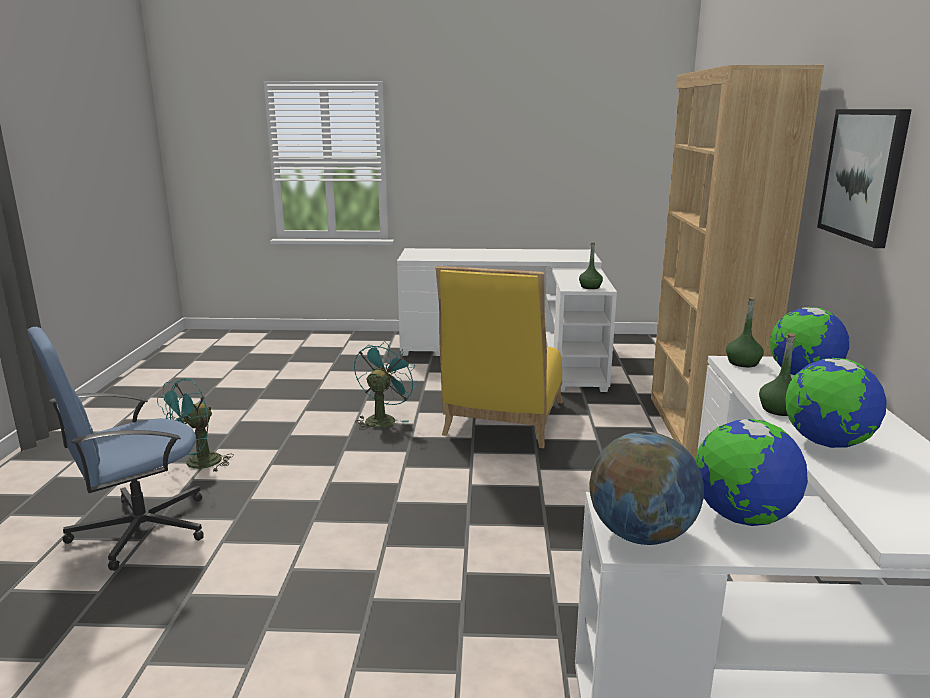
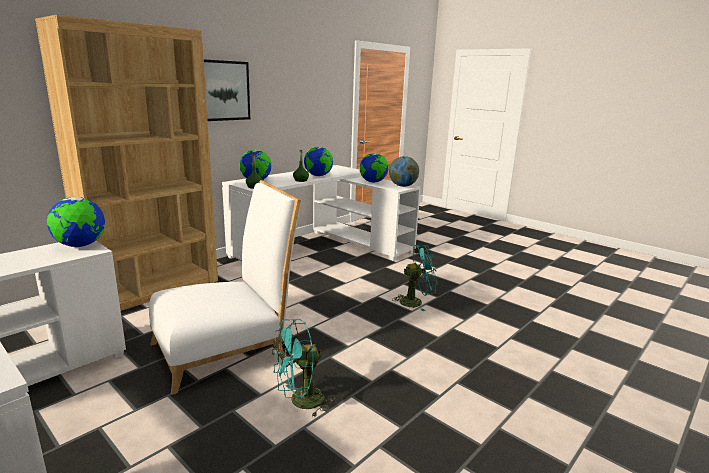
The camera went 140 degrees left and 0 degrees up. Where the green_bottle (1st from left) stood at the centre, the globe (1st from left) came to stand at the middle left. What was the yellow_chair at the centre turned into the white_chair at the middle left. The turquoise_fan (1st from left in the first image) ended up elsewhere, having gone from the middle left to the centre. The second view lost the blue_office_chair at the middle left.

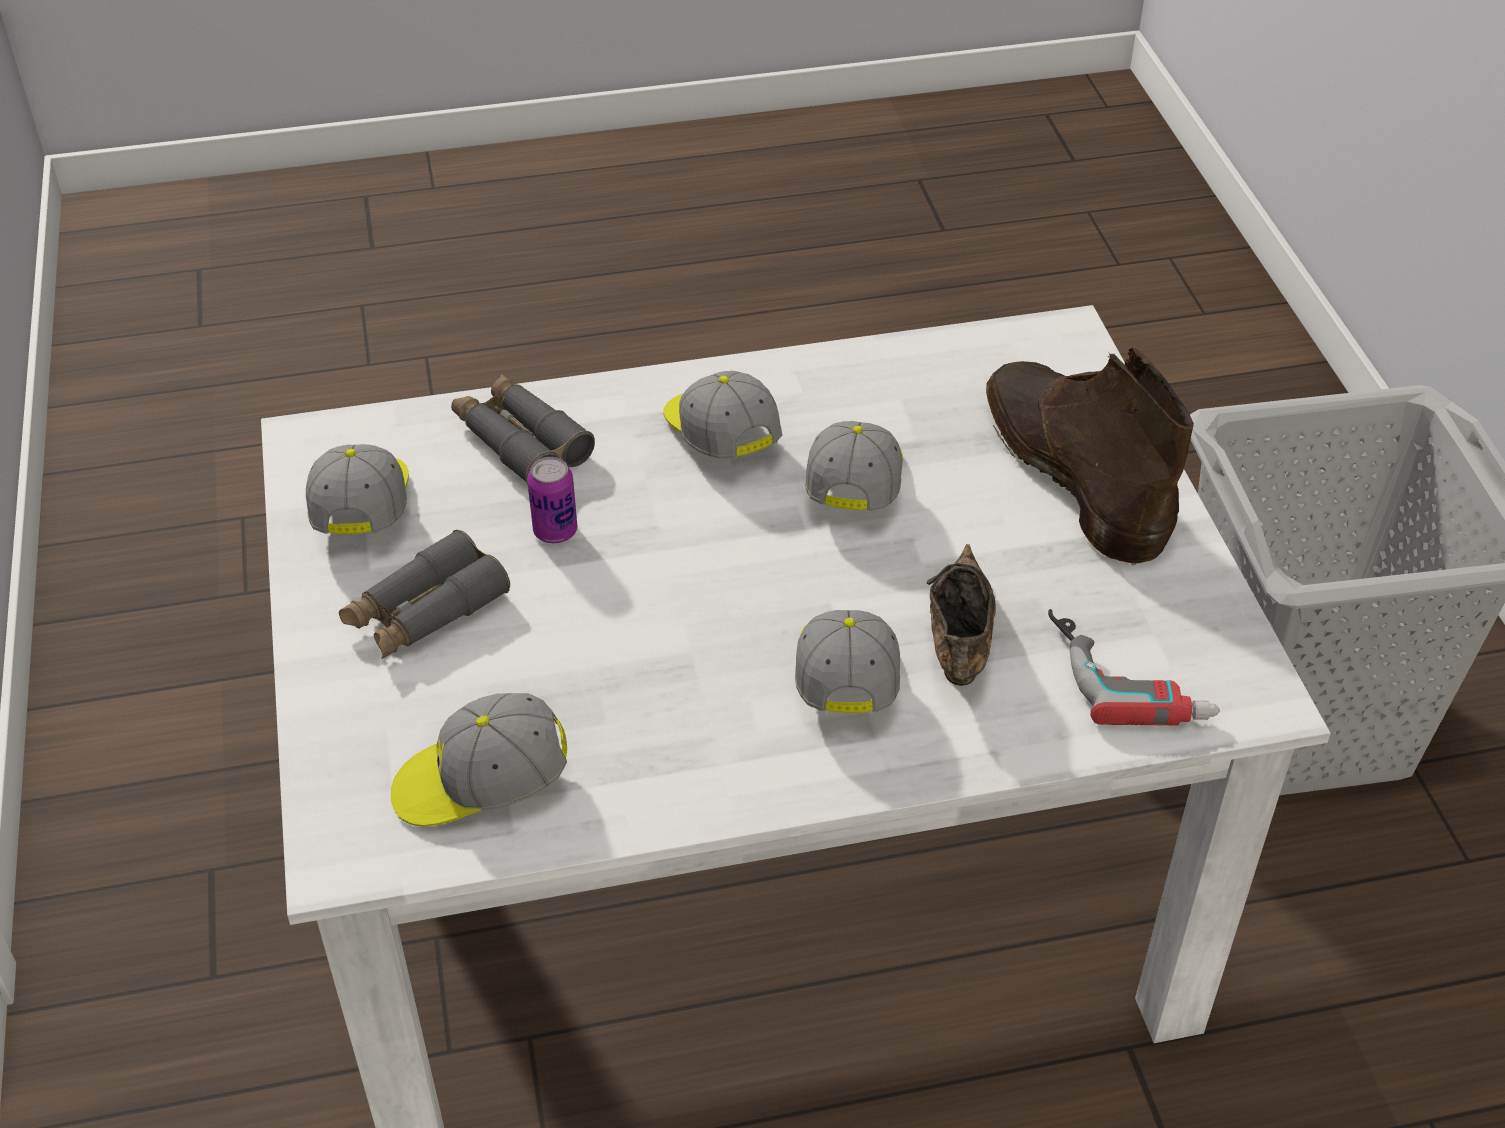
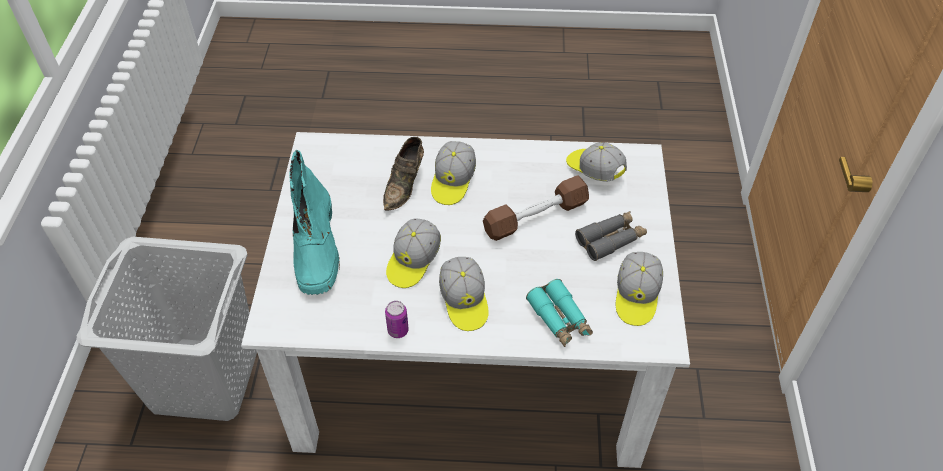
The camera went 165 degrees left and 5 degrees up. What was the brown_boot at the middle right turned into the turquoise_boot at the middle left. The can ended up elsewhere, having gone from the centre to the bottom centre. The second view gained the brown_dumbbell at the centre. What was the grey_binoculars (2nd from left) at the centre turned into the turquoise_binoculars at the centre. The cap (2nd from left in the first image) at the bottom left ended up facing another way, 135 degrees counterclockwise from before. The second view lost the power_drill at the middle right.

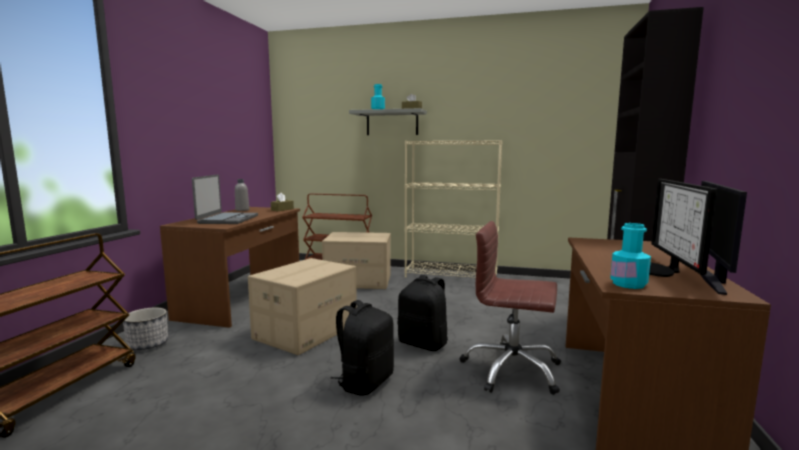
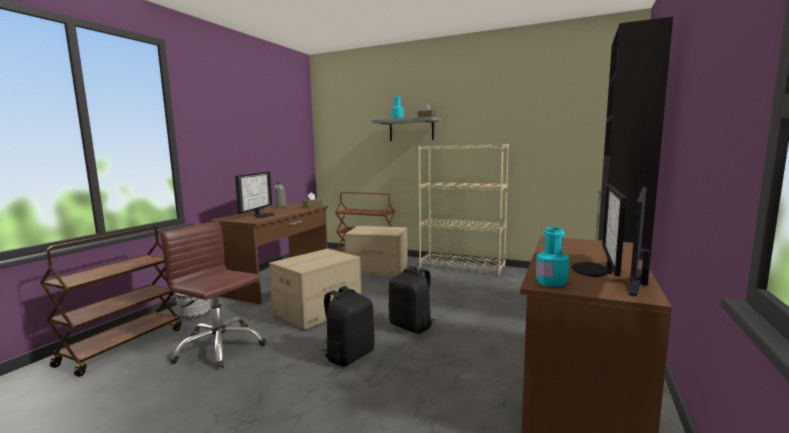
The camera went 10 degrees right and 0 degrees up. The brown_office_chair ended up elsewhere, having gone from the bottom centre to the bottom left. Where the laptop stood at the middle left, the monitor (1st from left) came to stand at the middle left.

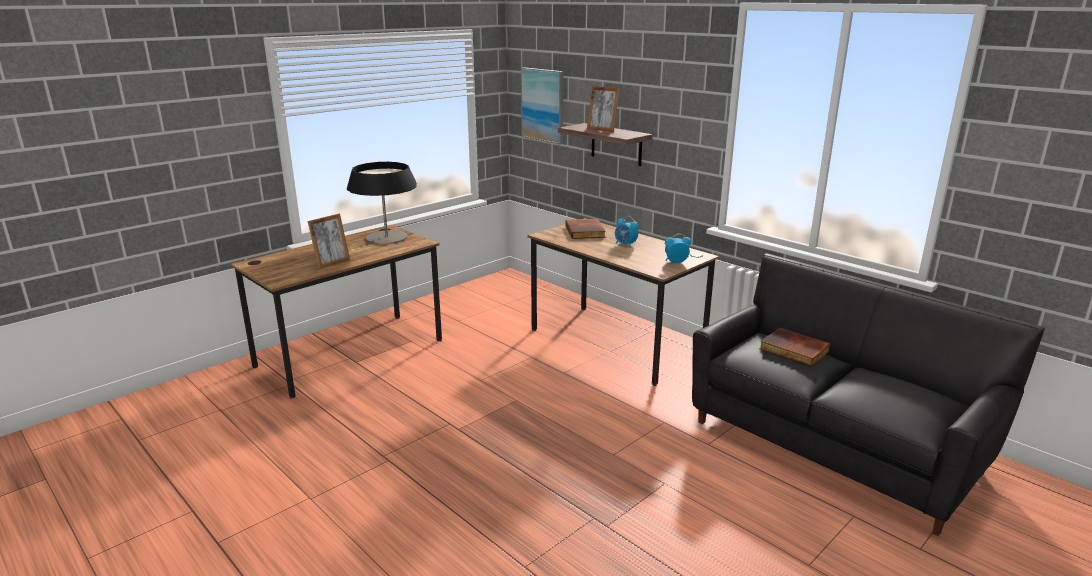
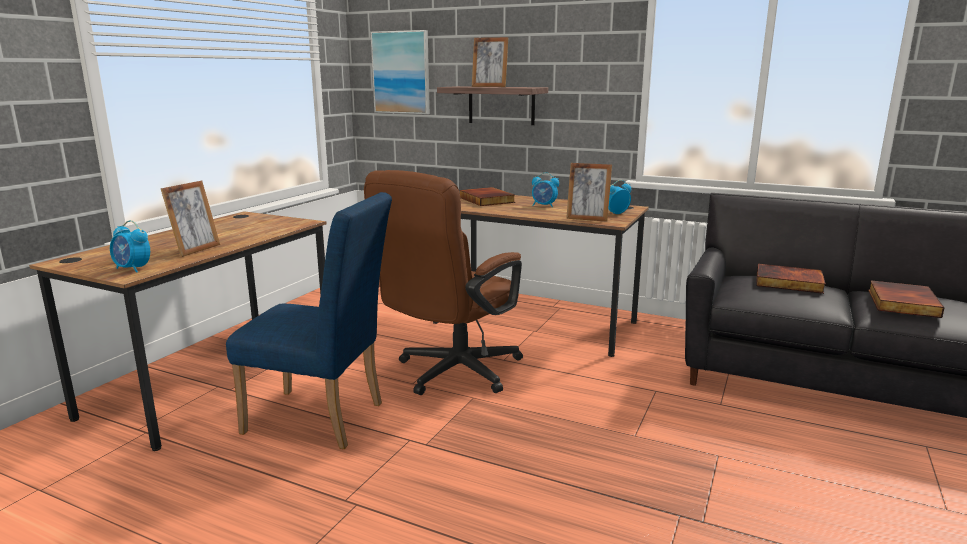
The camera went 20 degrees left and 5 degrees down. The second view gained the alarm_clock (1st from left) at the middle left. The second view gained the blue_chair at the middle left. The second view gained the brown_office_chair at the centre. The second view gained the picture_frame (3rd from left) at the centre. The second view gained the book (3rd from left) at the middle right. The second view lost the table_lamp at the centre.

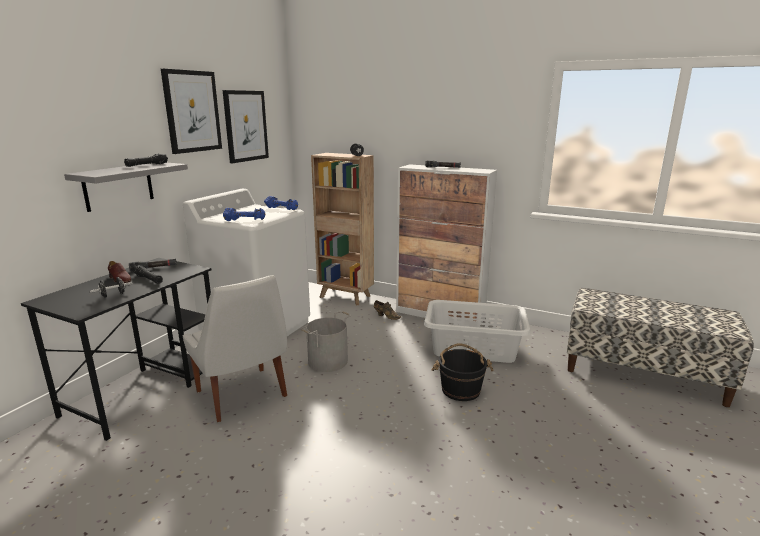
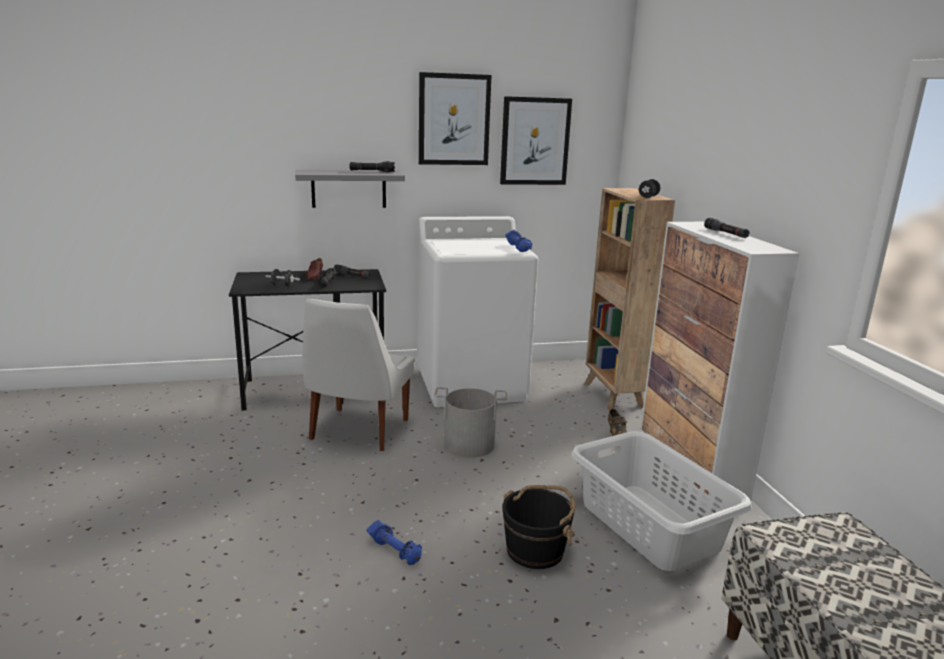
The camera went 50 degrees right and 0 degrees up. The blue_dumbbell (1st from left) ended up elsewhere, having gone from the middle left to the bottom centre.

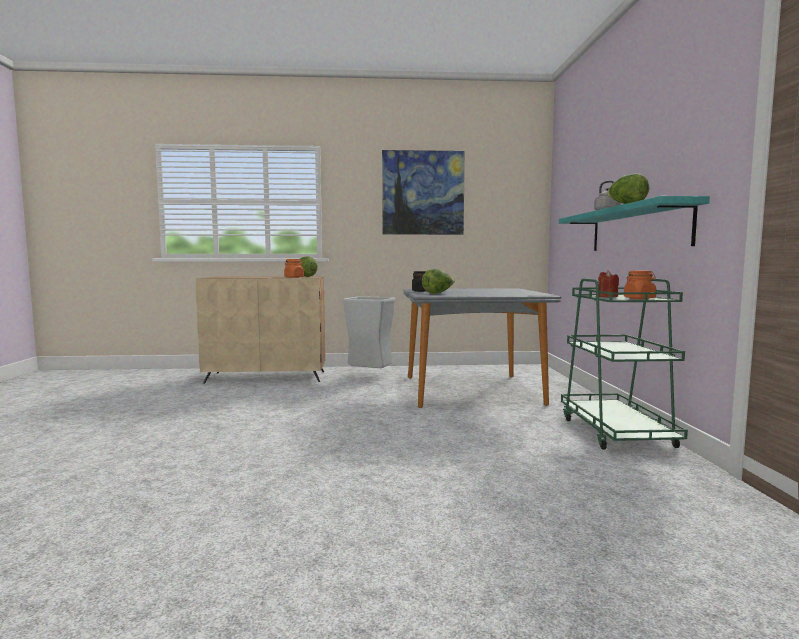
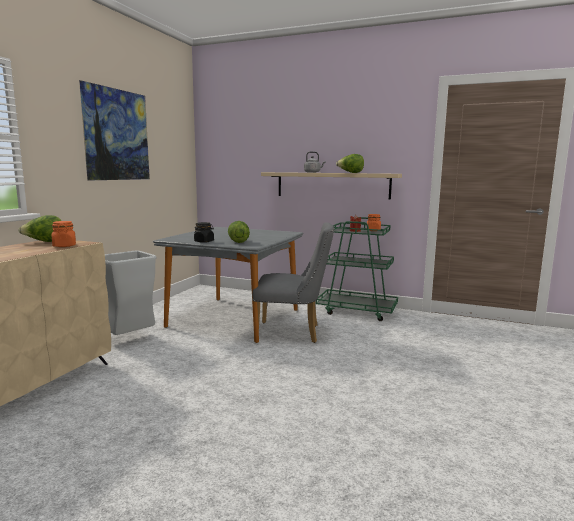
The camera went 65 degrees left and 5 degrees up. The second view gained the grey_chair at the centre. What was the turquoise_shelf at the middle right turned into the beige_shelf at the centre.

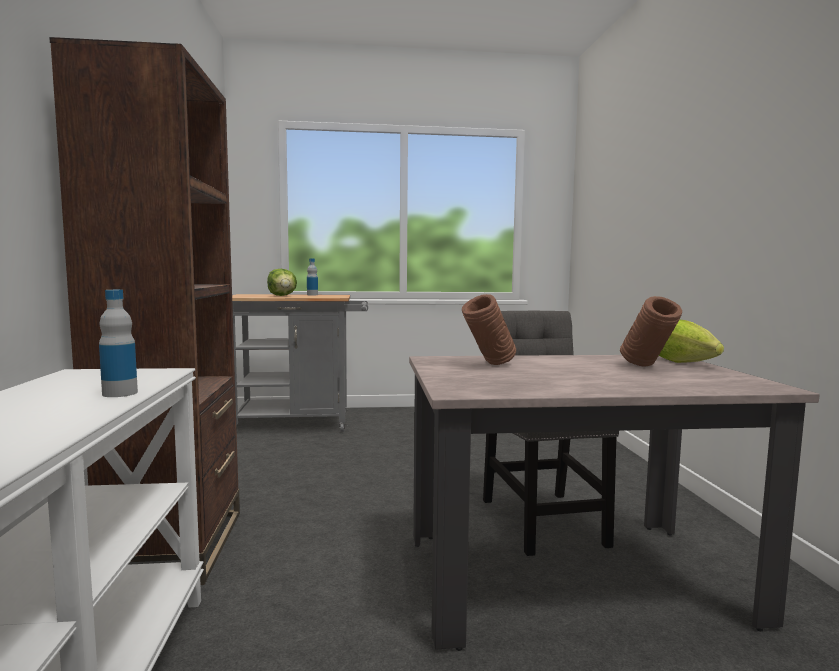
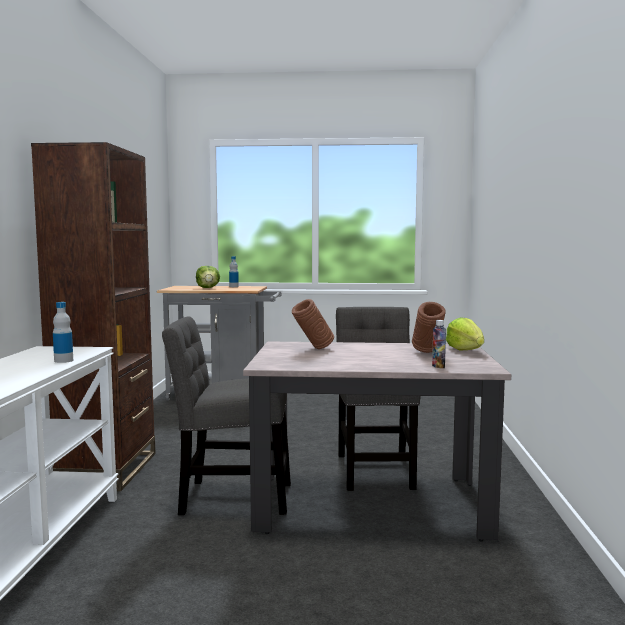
The camera went 10 degrees right and 0 degrees up. The second view gained the grey_chair (1st from left) at the centre. The second view gained the bottle (3rd from left) at the middle right.

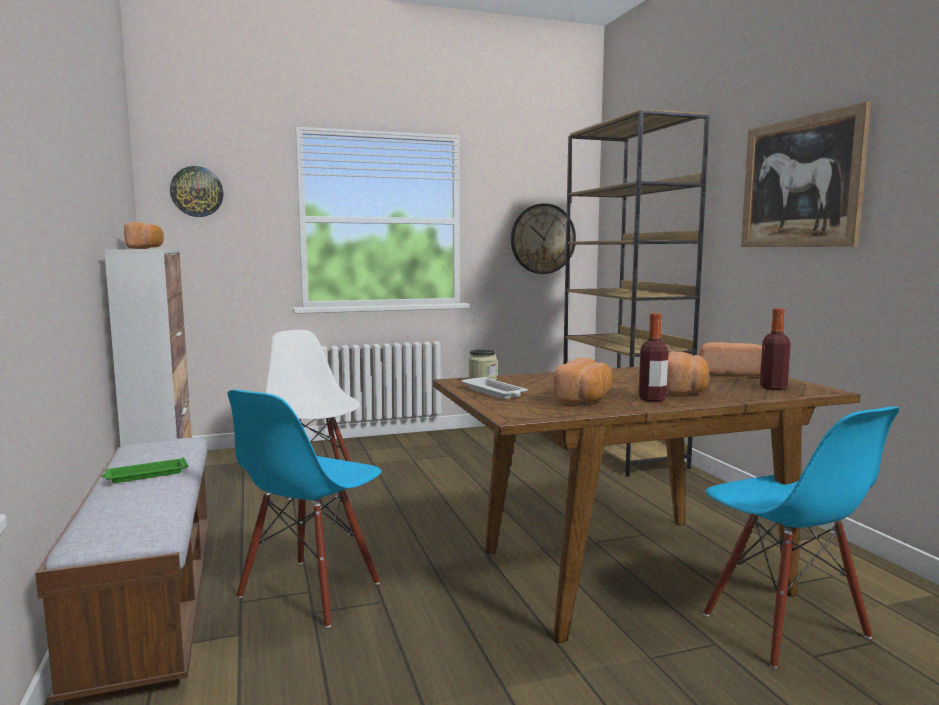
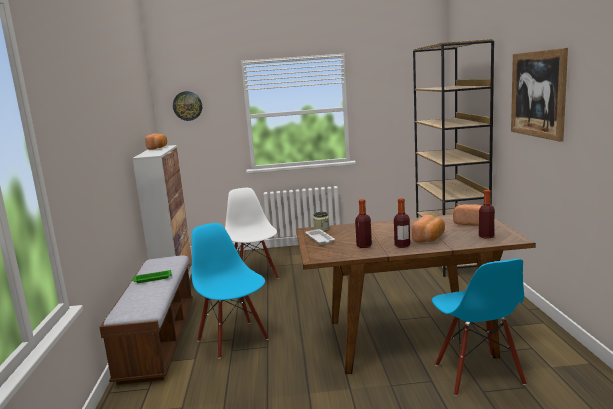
The camera went 15 degrees right and 5 degrees up. The blue_chair (1st from left) at the bottom left ended up facing another way, 105 degrees clockwise from before. Where the bread (2nd from left) stood at the centre, the bottle (1st from left) came to stand at the centre. The second view lost the wall_clock (2nd from left) at the centre.

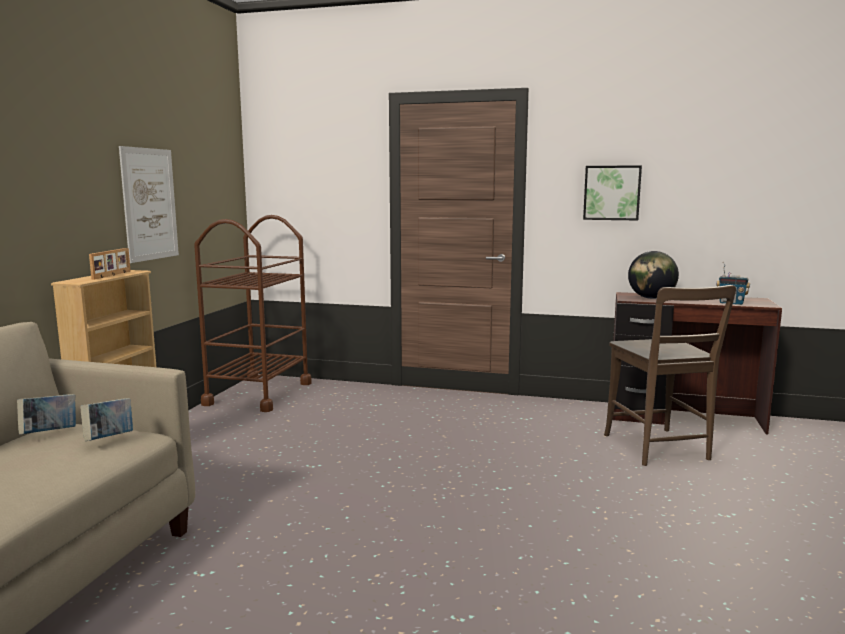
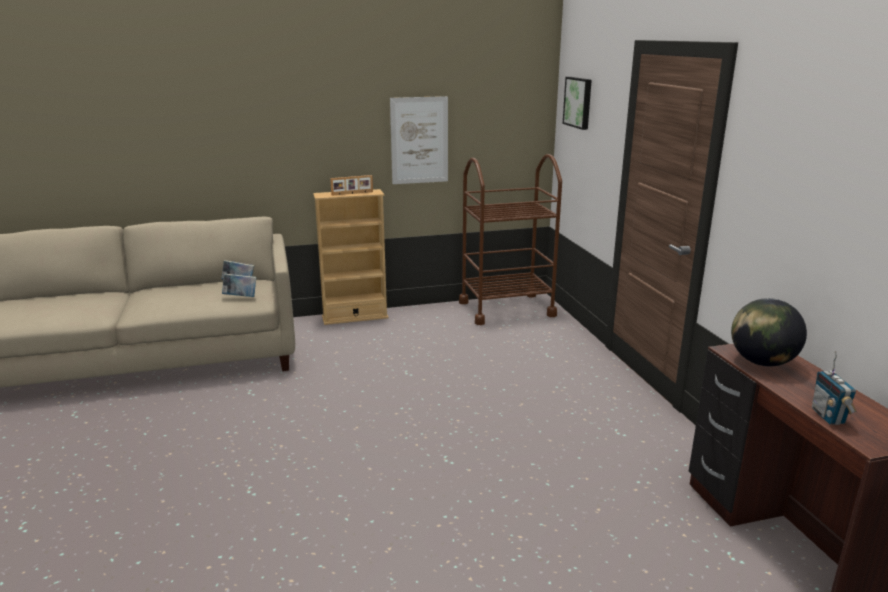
The camera went 60 degrees right and 10 degrees up. The picture (2nd from left) ended up elsewhere, having gone from the top right to the top centre. The second view lost the brown_chair at the middle right.

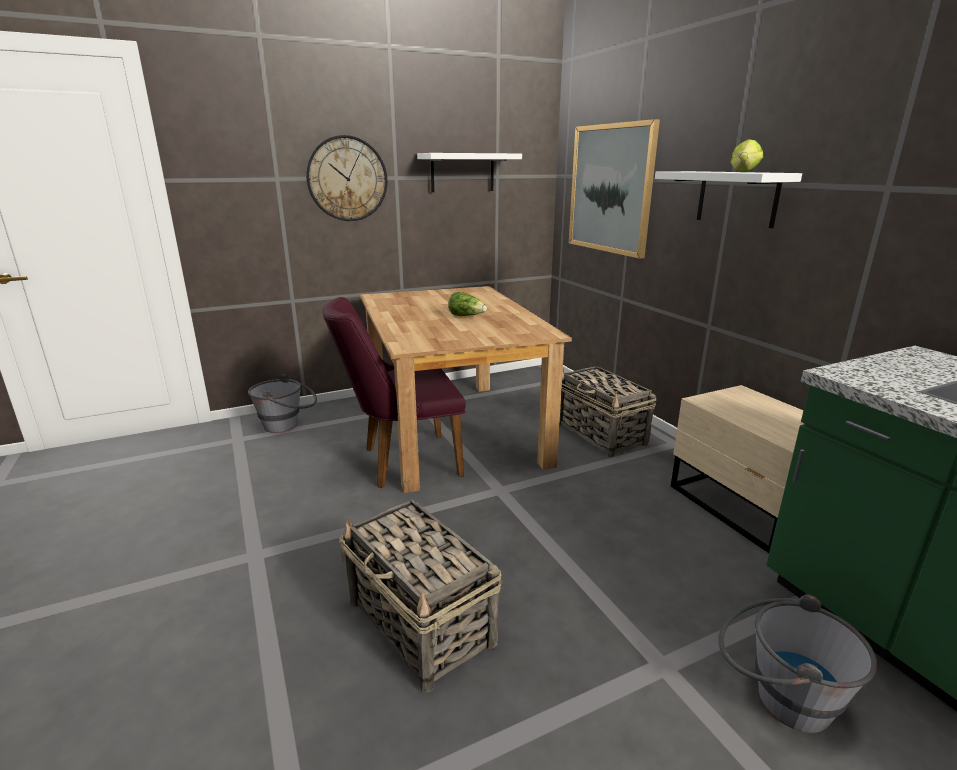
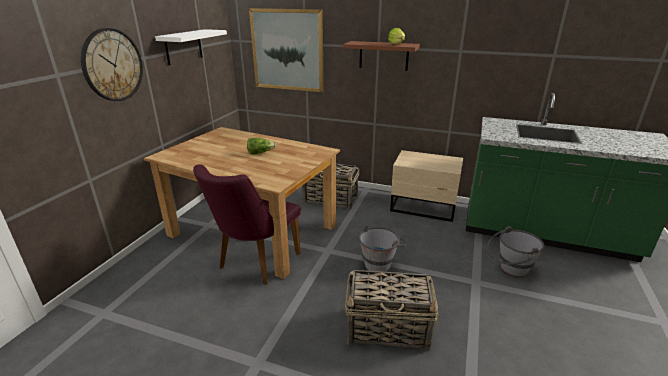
The camera went 45 degrees left and 5 degrees up. What was the white_shelf (2nd from left) at the top right turned into the brown_shelf at the top centre. The grey_bucket (1st from left) ended up elsewhere, having gone from the middle left to the centre.

